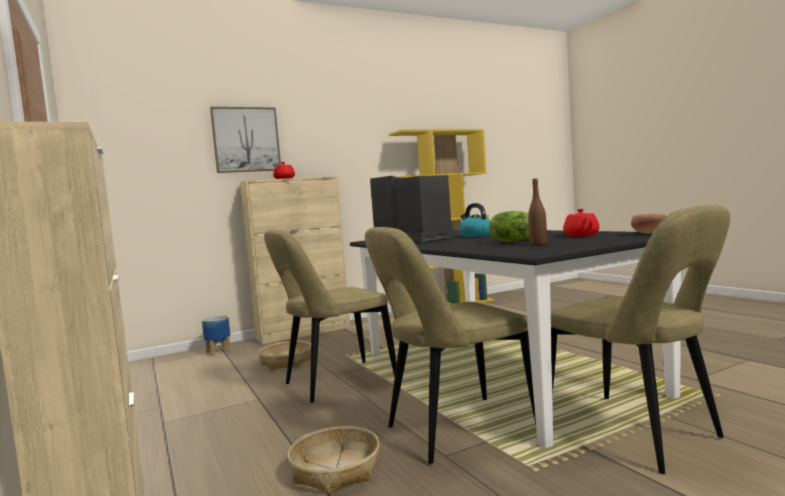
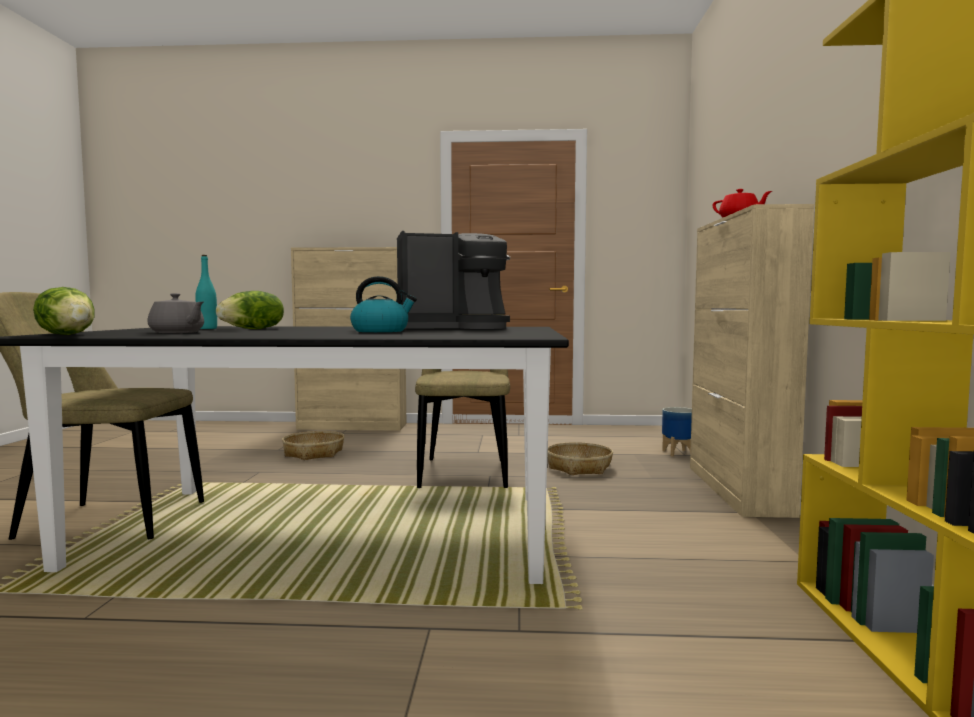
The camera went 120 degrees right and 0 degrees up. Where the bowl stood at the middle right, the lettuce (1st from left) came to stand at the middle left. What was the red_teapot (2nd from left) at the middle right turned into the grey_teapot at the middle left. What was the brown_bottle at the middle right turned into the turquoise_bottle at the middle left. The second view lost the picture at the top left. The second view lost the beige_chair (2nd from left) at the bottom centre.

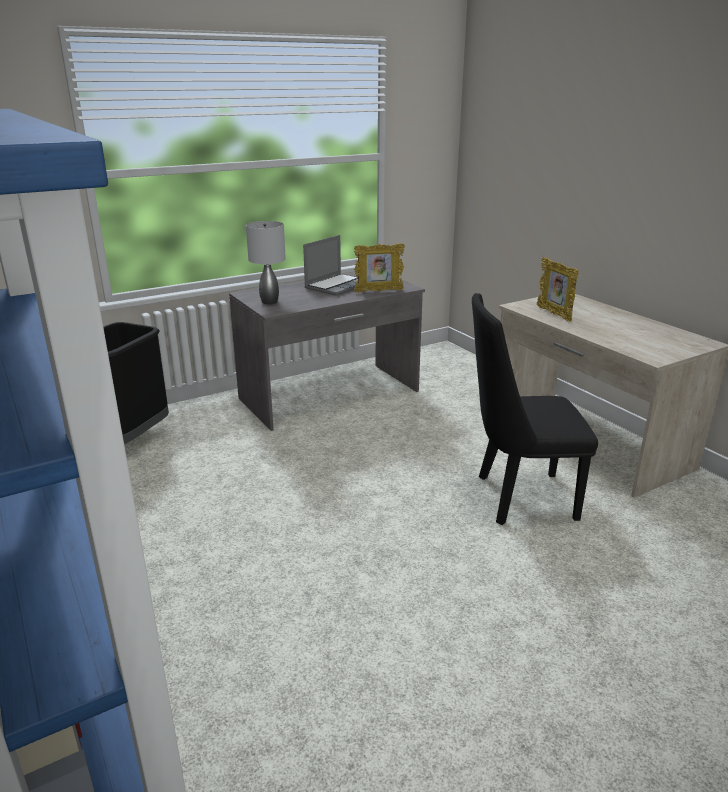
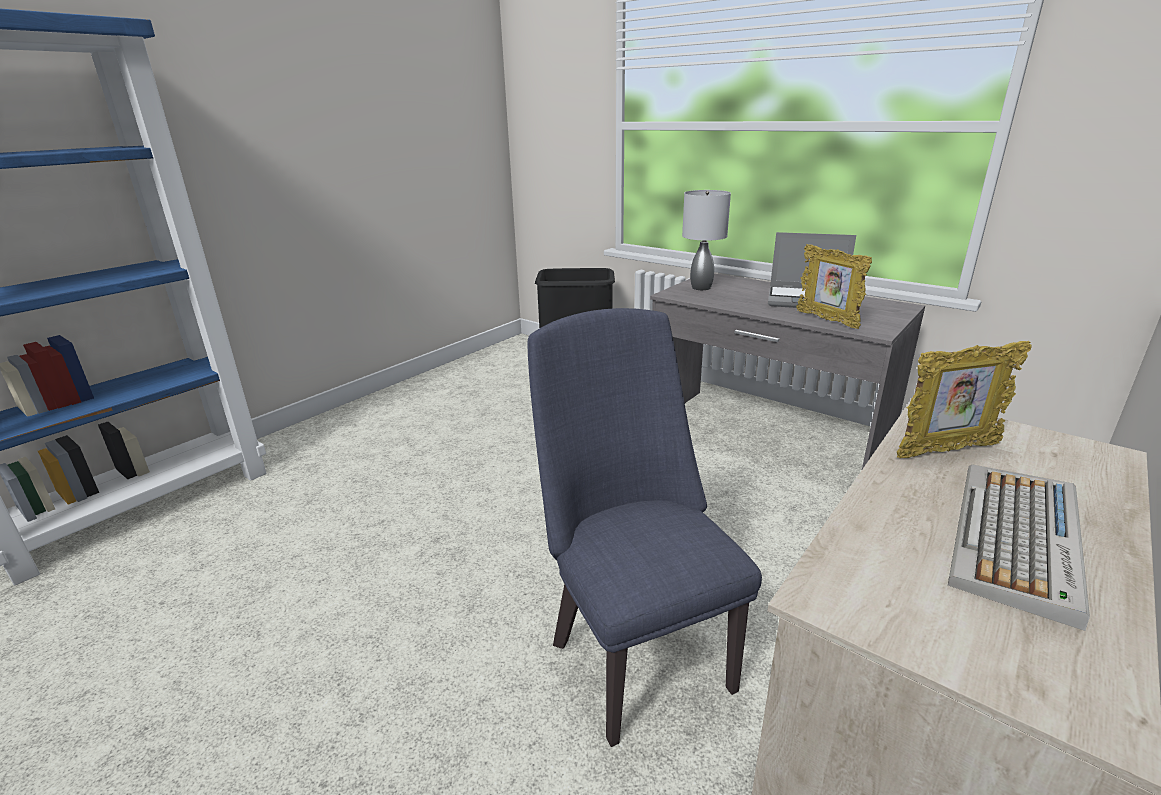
The camera went 70 degrees right and 0 degrees up. What was the black_chair at the middle right turned into the blue_chair at the centre. The picture_frame (2nd from left) at the middle right ended up facing another way, 150 degrees counterclockwise from before. The second view gained the keyboard at the bottom right.

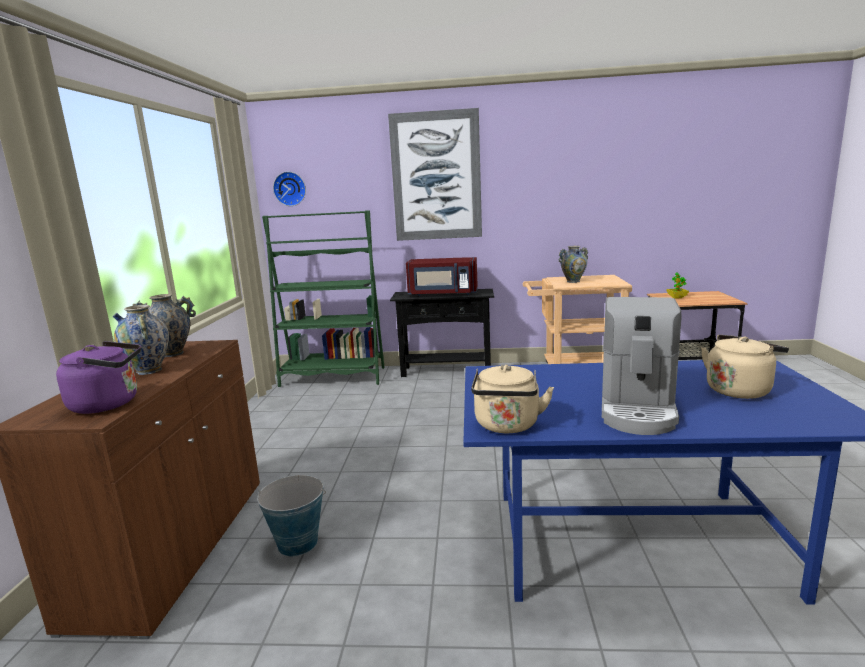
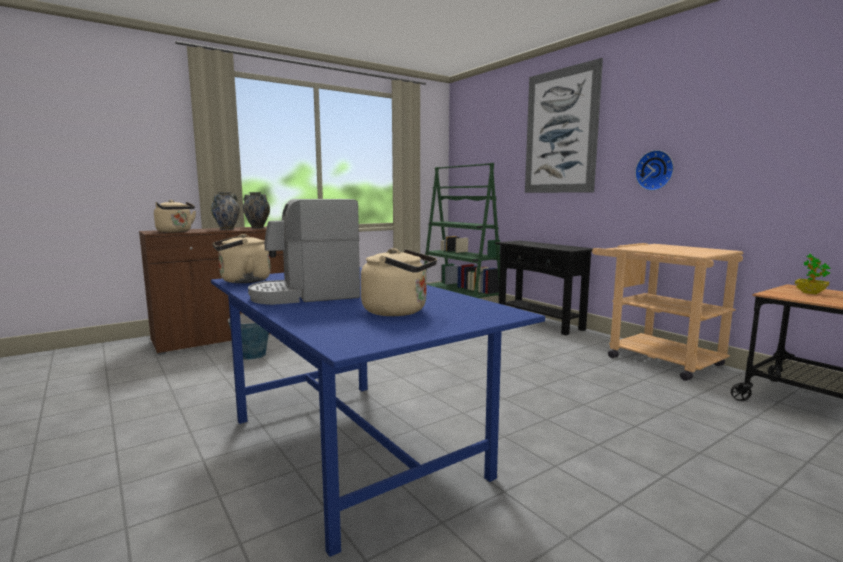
The camera went 50 degrees right and 5 degrees down. What was the purple_kettle at the middle left turned into the beige_kettle (1st from left) at the middle left. The wall_clock ended up elsewhere, having gone from the top centre to the top right. The second view lost the red_microwave at the centre. The second view lost the vase (3rd from left) at the centre.

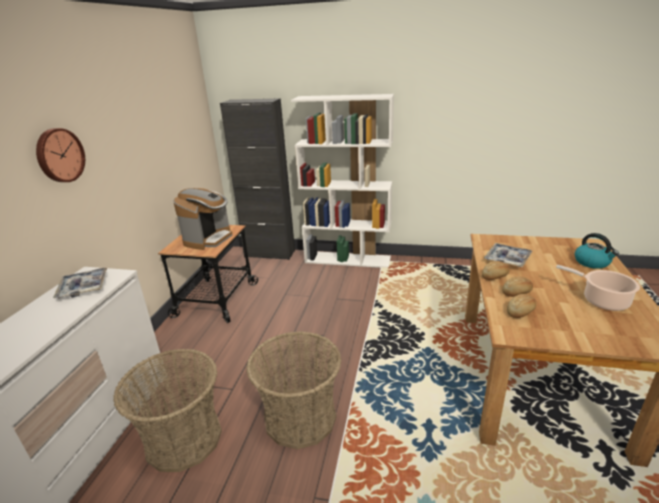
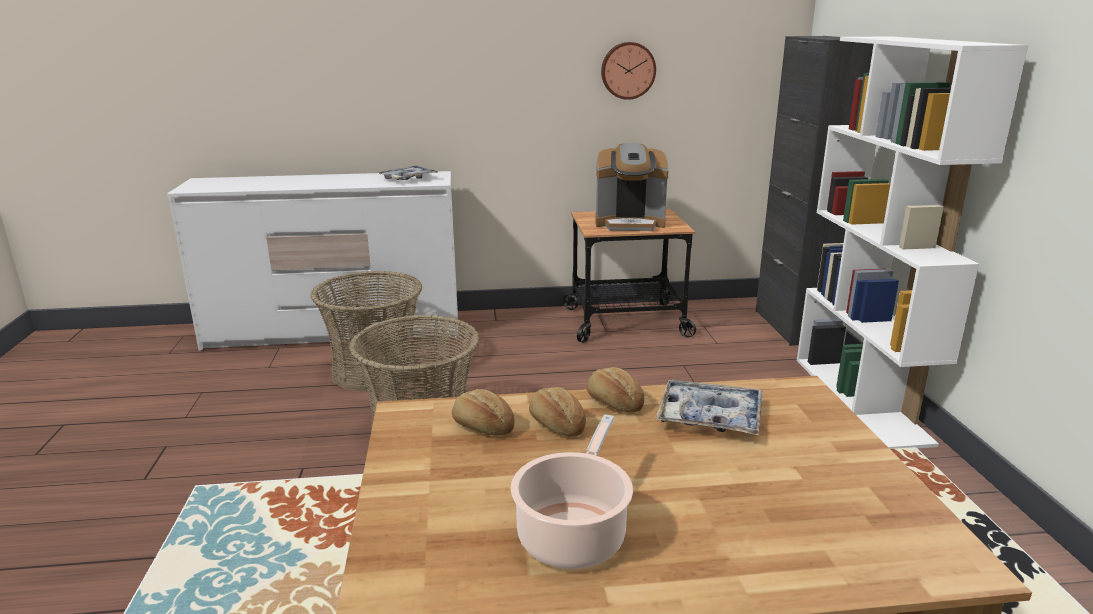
The camera went 70 degrees right and 5 degrees down. The wall_clock ended up elsewhere, having gone from the top left to the top centre. The second view lost the kettle at the middle right.

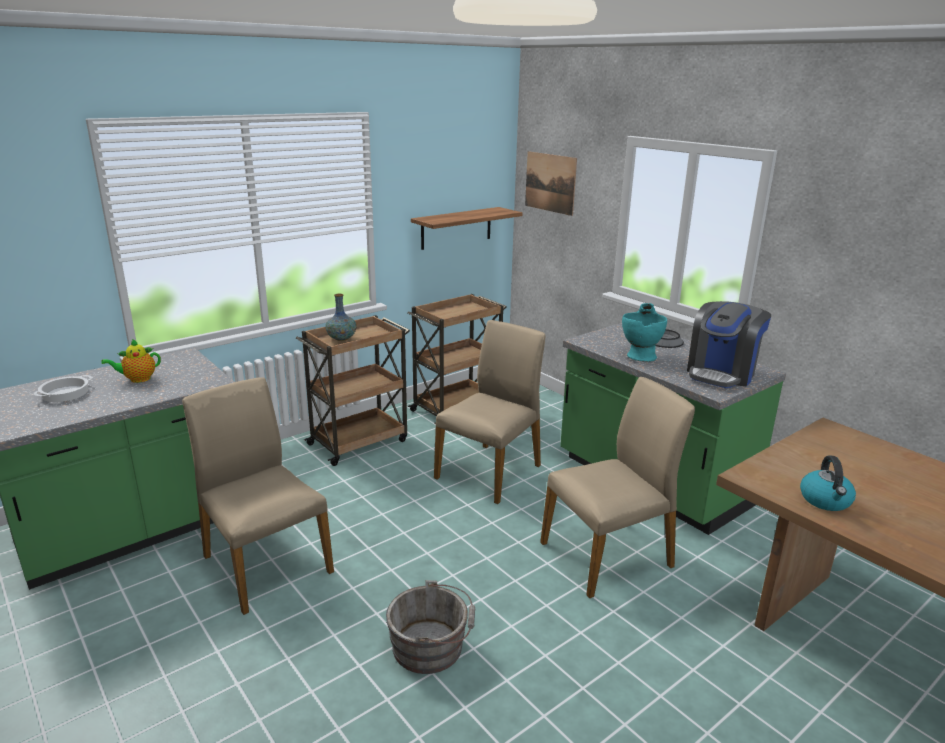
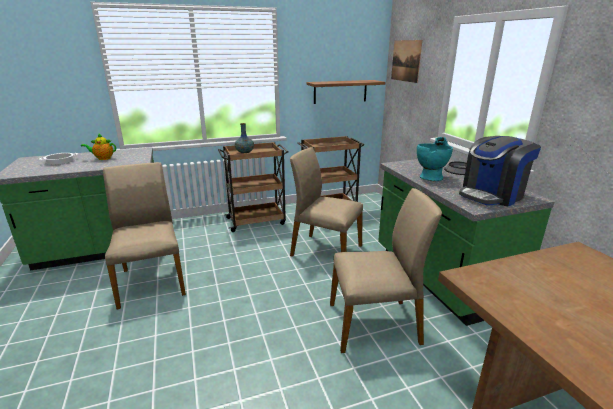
The camera went 20 degrees right and 0 degrees up. The beige_chair (2nd from left) at the centre ended up facing another way, 120 degrees counterclockwise from before. The second view lost the grey_bucket at the bottom centre. The second view lost the kettle at the middle right.

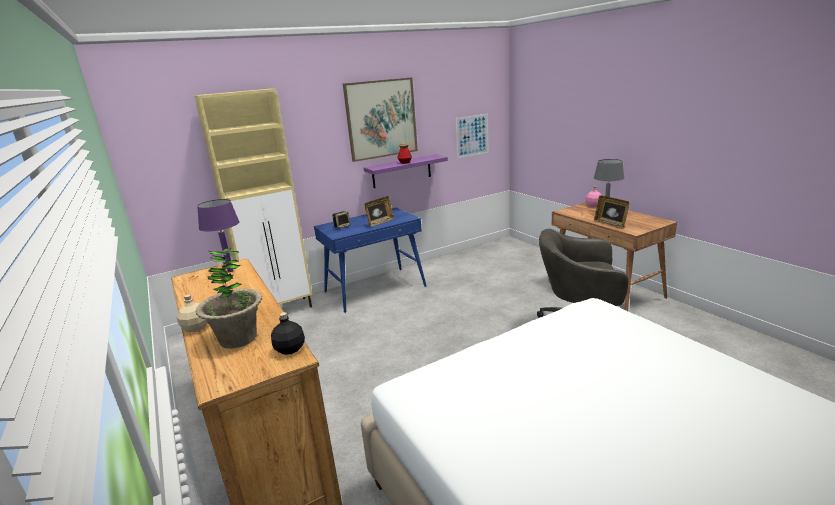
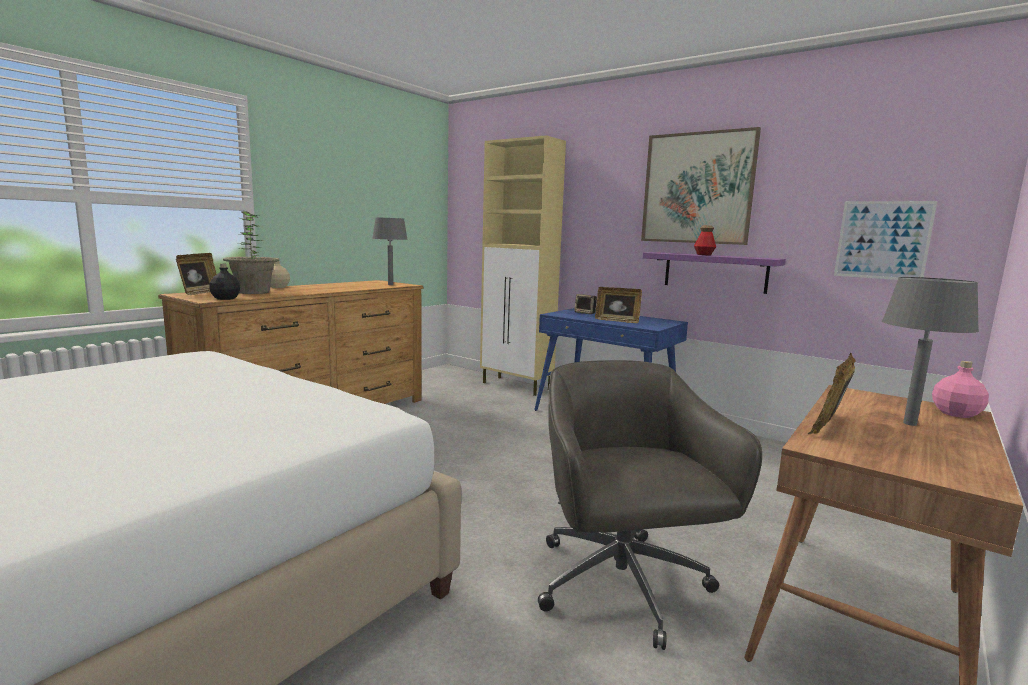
The camera went 65 degrees right and 10 degrees down. The second view gained the picture_frame (1st from left) at the middle left. What was the purple_table_lamp at the middle left turned into the grey_table_lamp (1st from left) at the centre.

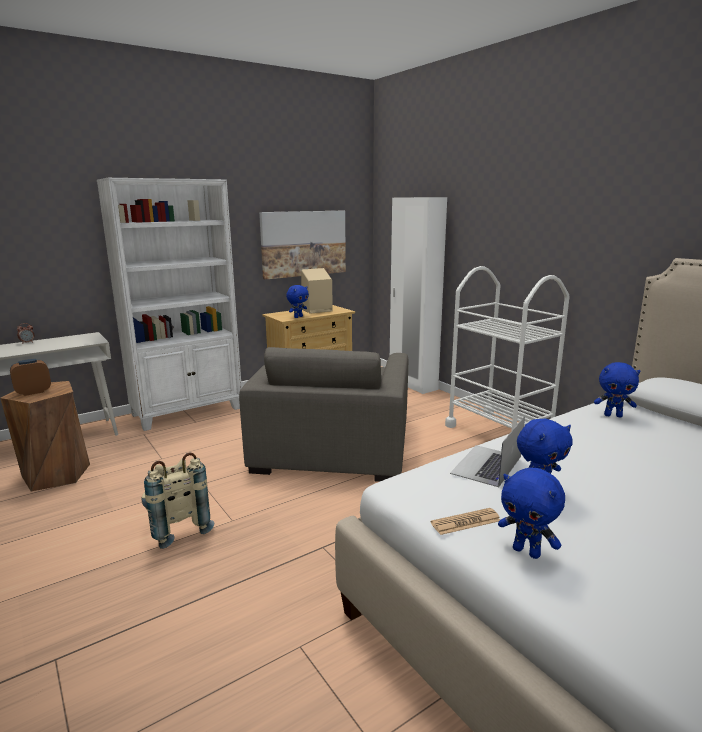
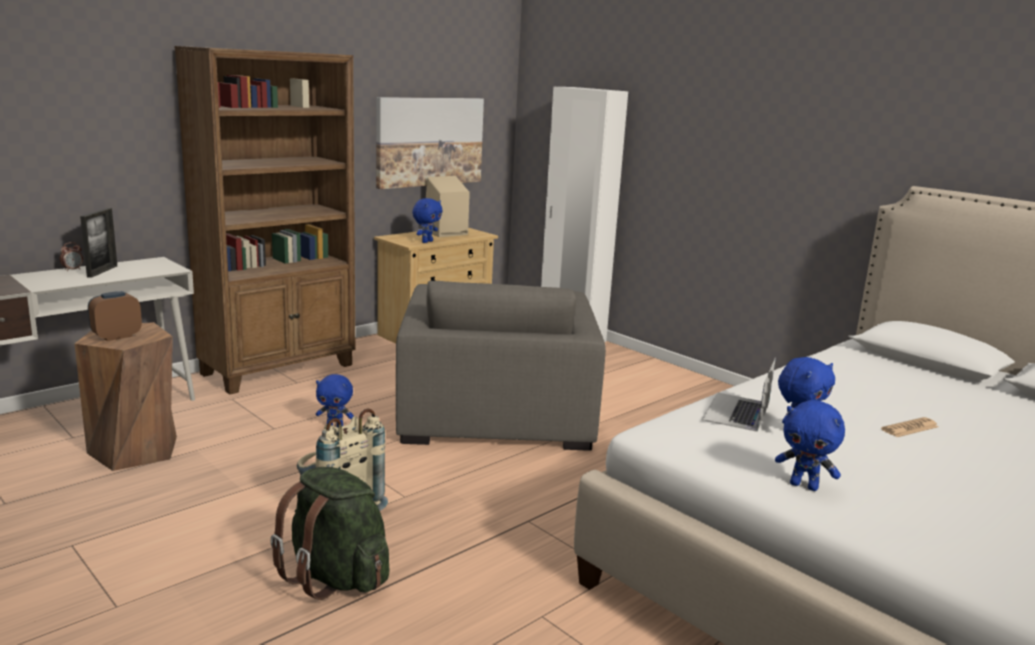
The camera went 10 degrees left and 0 degrees up. The second view gained the picture_frame at the middle left. What was the white_bookcase at the middle left turned into the brown_bookcase at the middle left. The second view gained the green_backpack at the bottom left. The blue_plush_toy (4th from left in the first image) ended up elsewhere, having gone from the middle right to the middle left. The newspaper ended up elsewhere, having gone from the bottom centre to the middle right. The second view lost the white_cart at the middle right.

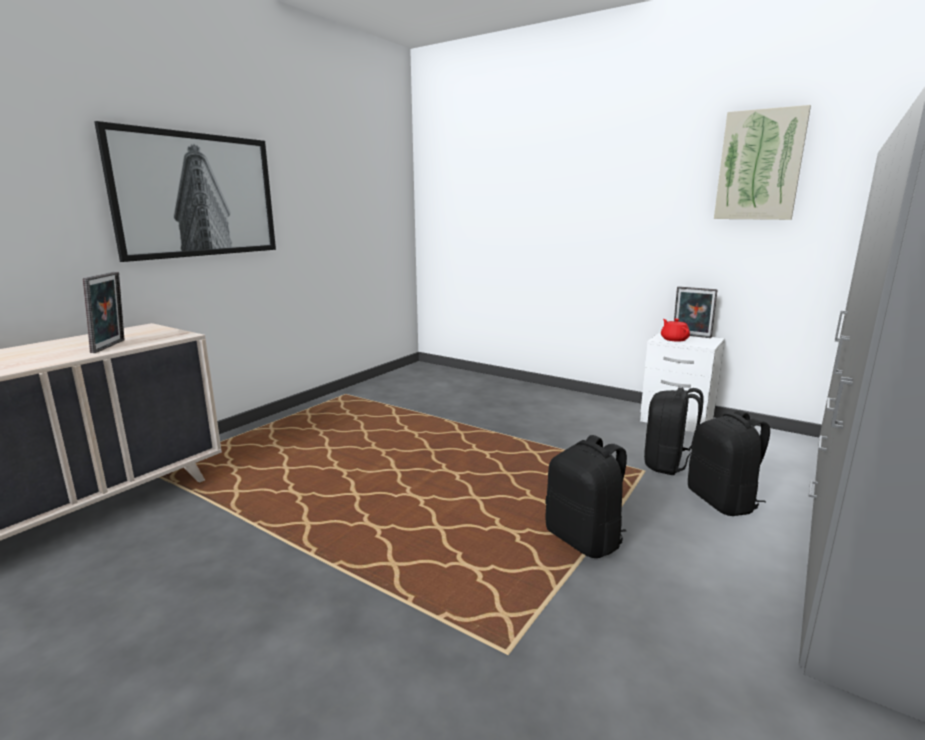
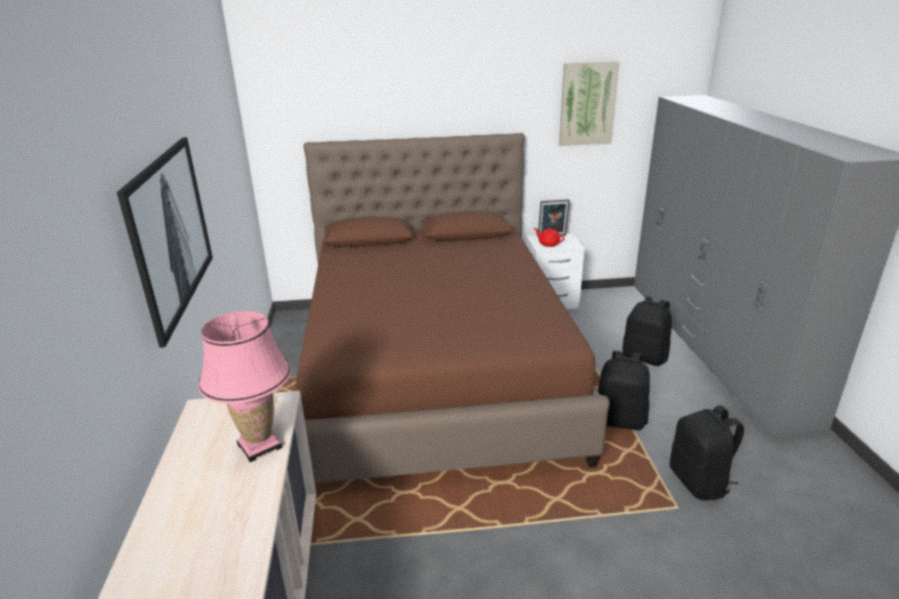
The camera went 40 degrees left and 10 degrees up. Where the picture_frame (1st from left) stood at the middle left, the pink_table_lamp came to stand at the middle left. The second view gained the brown_bed at the centre. The black_backpack (2nd from left in the first image) ended up elsewhere, having gone from the middle right to the bottom right.

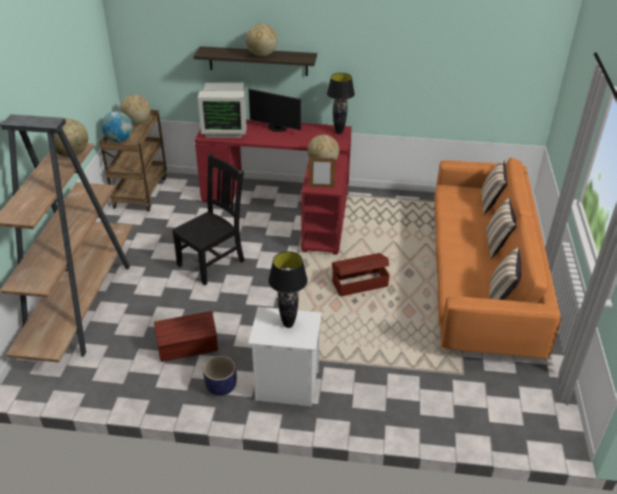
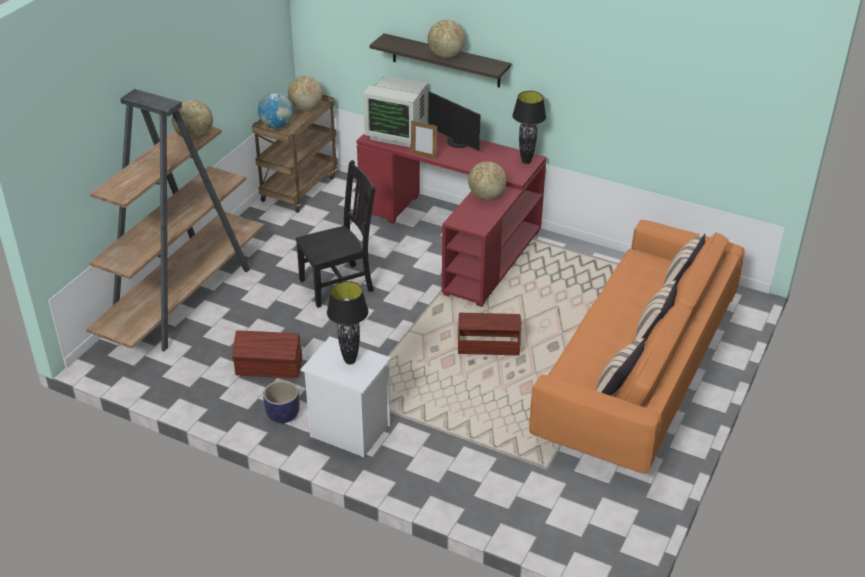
The camera went 20 degrees right and 0 degrees up. The picture_frame ended up elsewhere, having gone from the centre to the top centre.

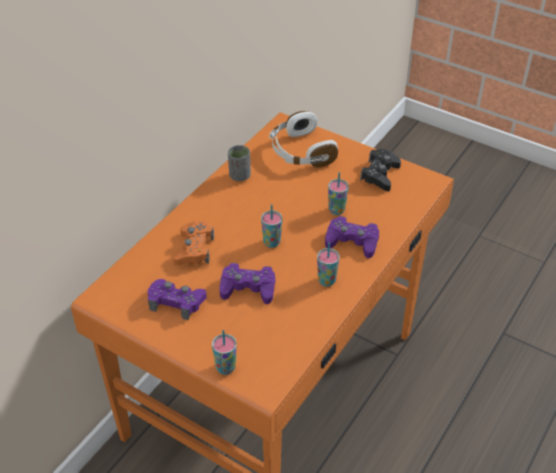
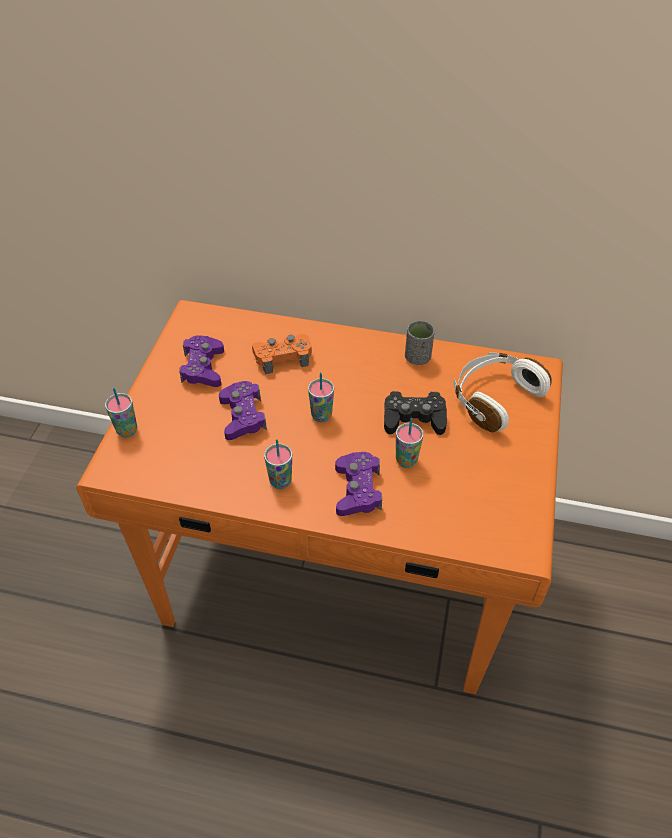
The camera went 70 degrees right and 5 degrees up. The black_game_controller ended up elsewhere, having gone from the middle right to the centre.

